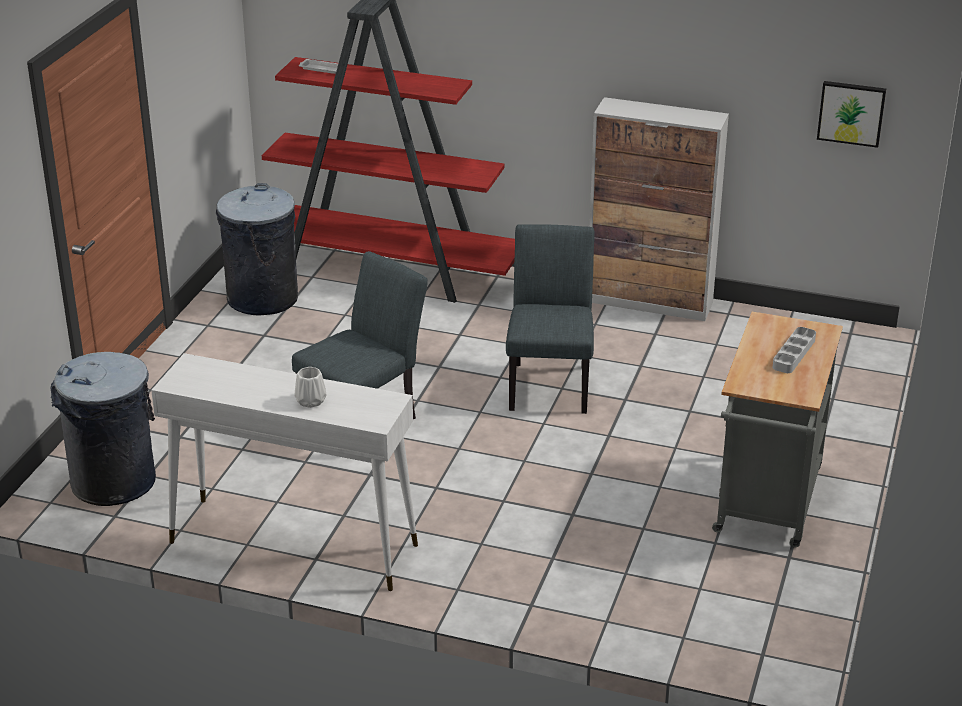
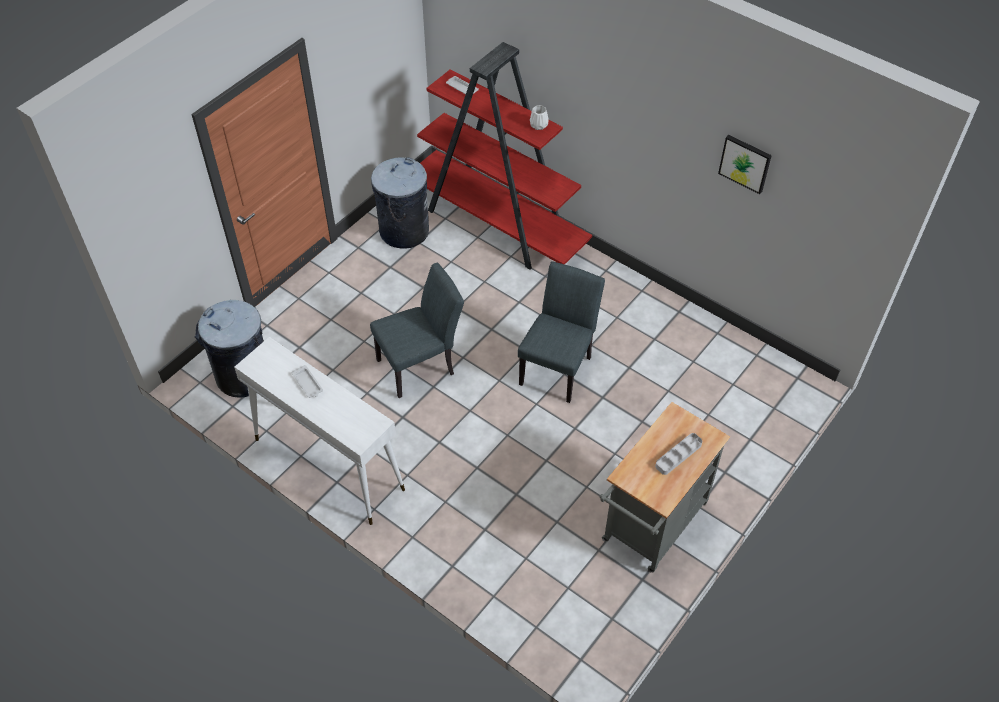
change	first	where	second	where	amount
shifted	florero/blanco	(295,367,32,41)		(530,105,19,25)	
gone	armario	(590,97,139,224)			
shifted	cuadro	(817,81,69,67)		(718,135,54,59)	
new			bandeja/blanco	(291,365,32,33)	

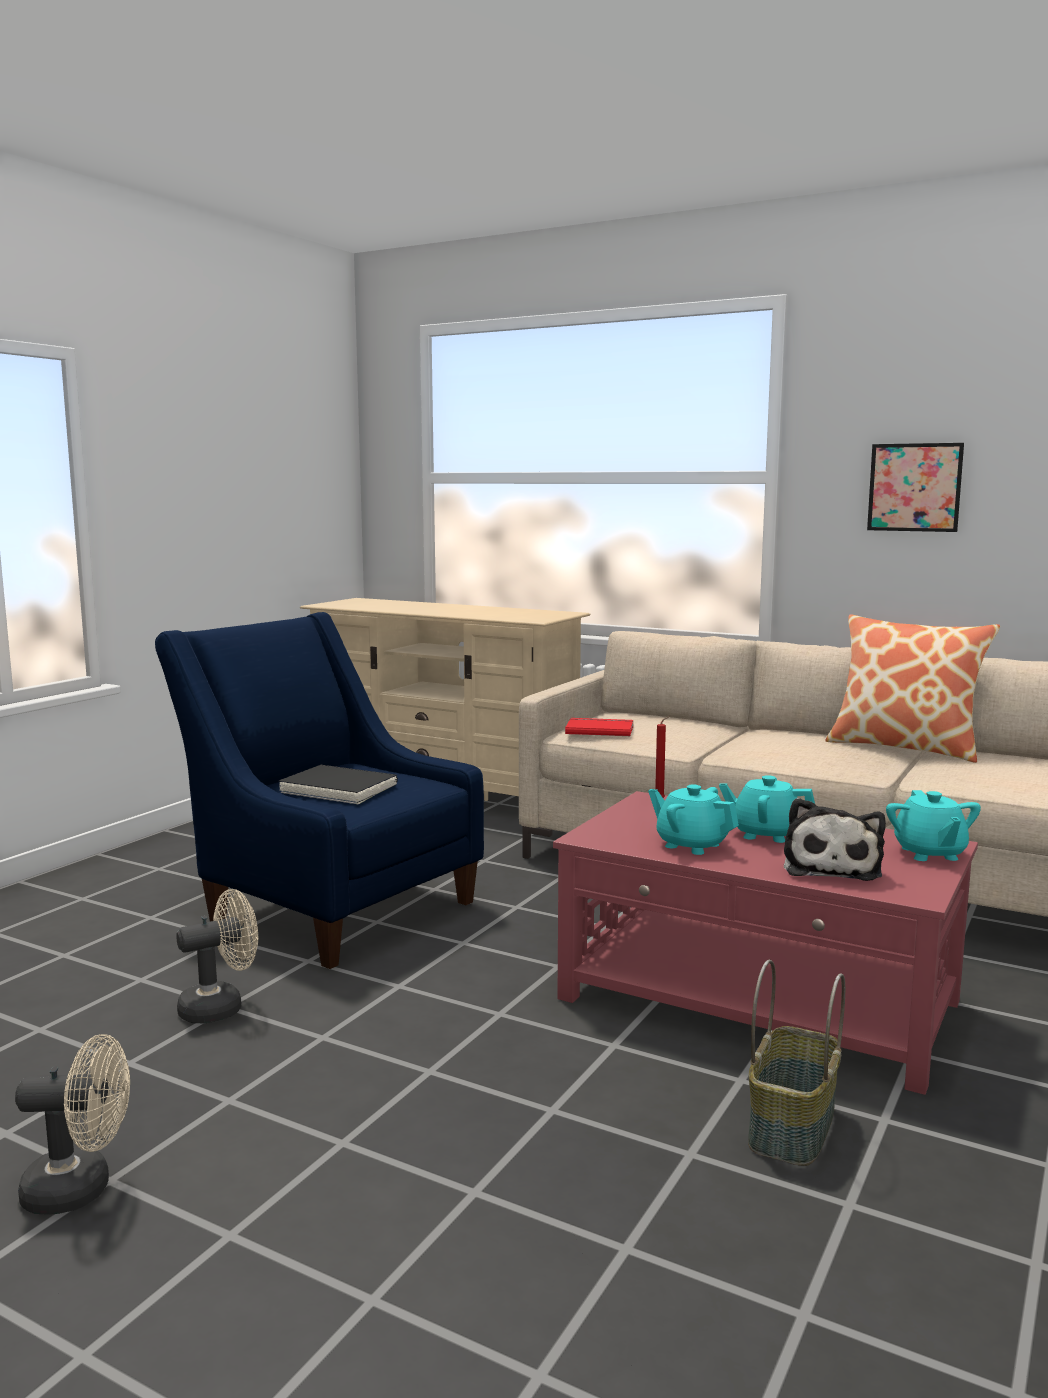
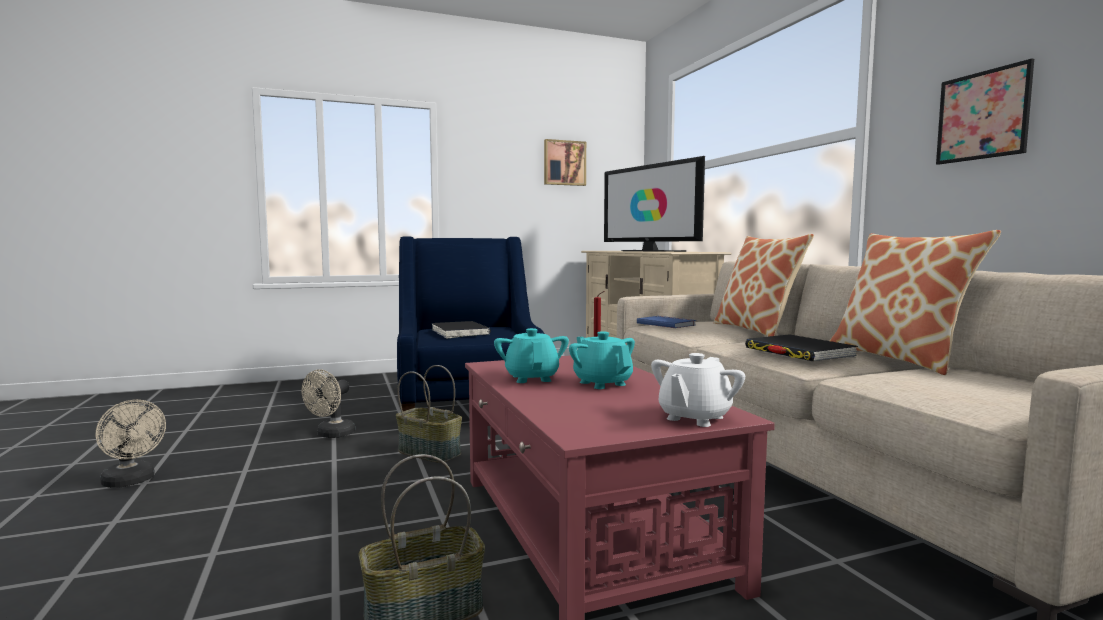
change	first	where	second	where	amount
rotated	ventilador/beis	(176,889,82,134)		(302,370,53,68)	105 degrees clockwise
repainted	libro/rojo	(565,718,68,18)	libro/azul	(637,316,59,12)	
gone	peluche	(784,798,102,83)			
repainted	tetera/turquesa	(886,790,95,71)	tetera/blanco	(651,353,94,74)	
new			cesta	(396,365,66,98)	
new			cuadro	(544,139,42,47)	
new			televisor	(604,156,101,96)	
new			cojín	(714,234,100,103)	
new			libro/negro	(745,334,113,27)	

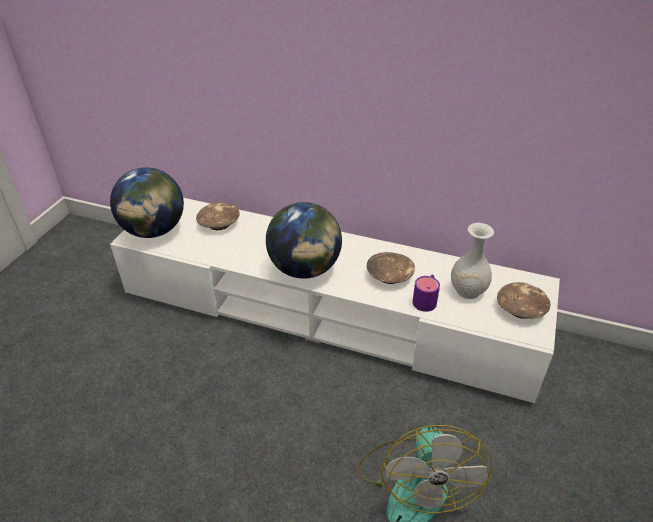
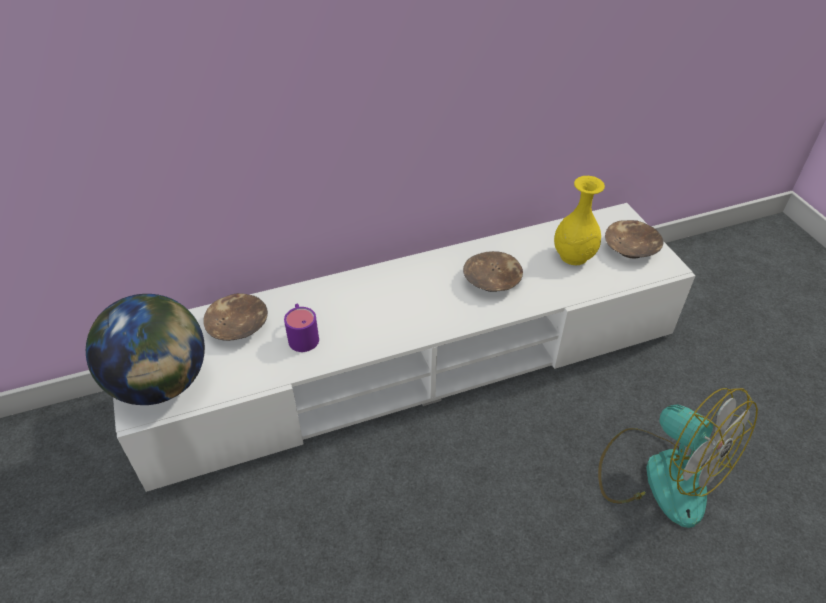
change	first	where	second	where	amount
gone	globo terráqueo	(266,202,76,77)			
shifted	taza grande/morado	(413,275,27,37)		(284,304,35,48)	
repainted	florero/blanco	(451,223,43,76)	florero/amarillo	(554,176,51,89)	

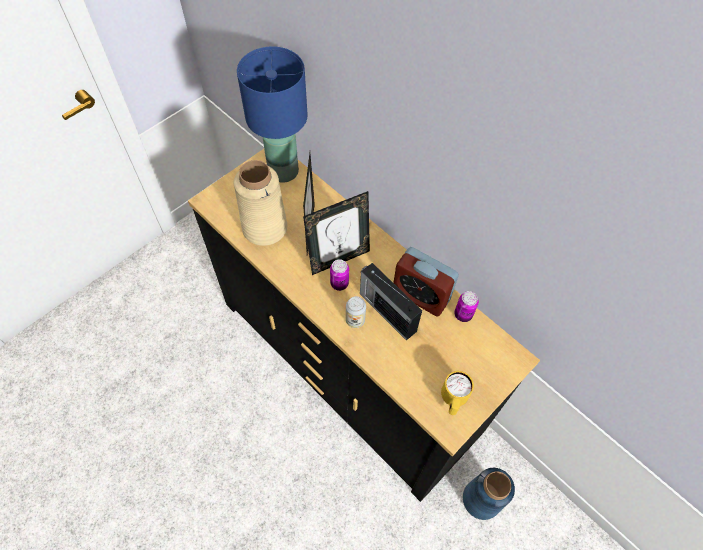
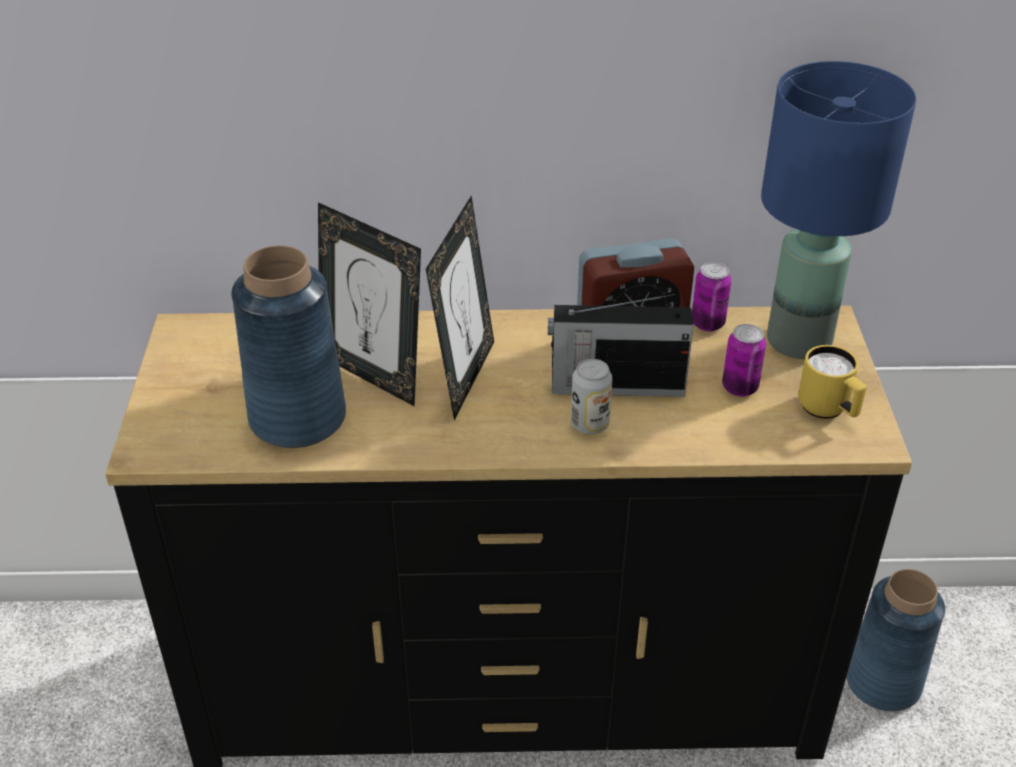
change	first	where	second	where	amount
repainted	florero/beis	(234,160,53,86)	florero/azul	(231,245,115,203)	
shifted	lámpara de mesa/azul	(237,46,71,137)		(761,61,155,298)	
shifted	lata	(330,259,19,32)		(722,324,44,73)	

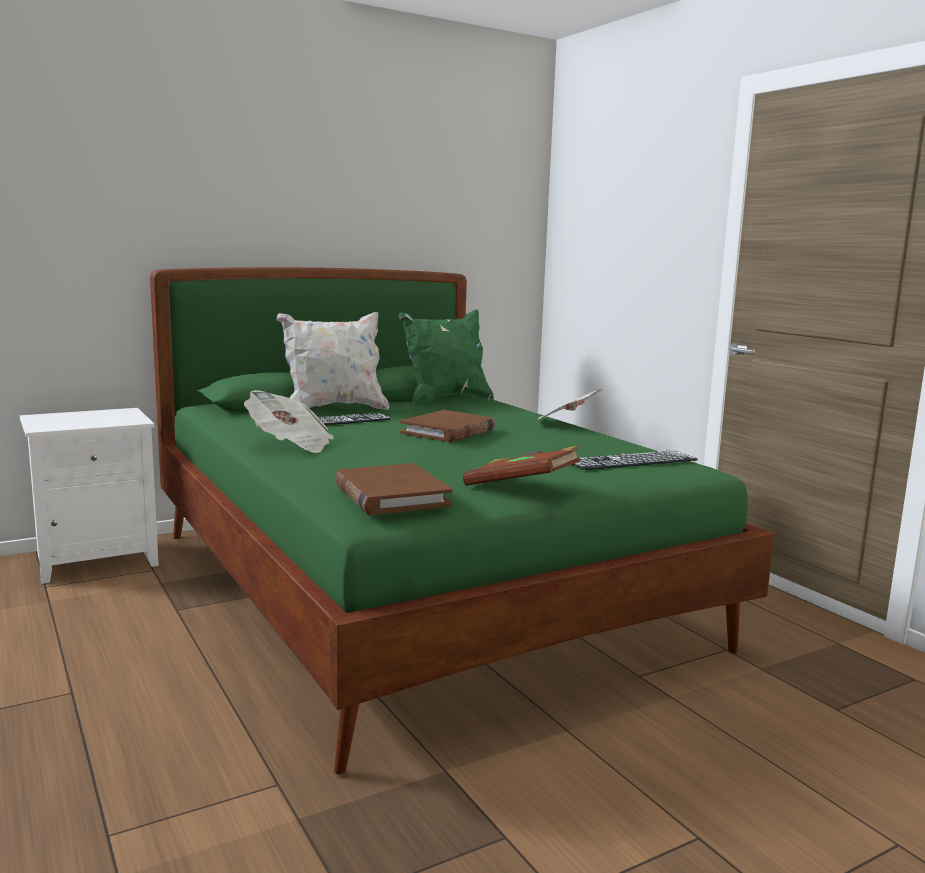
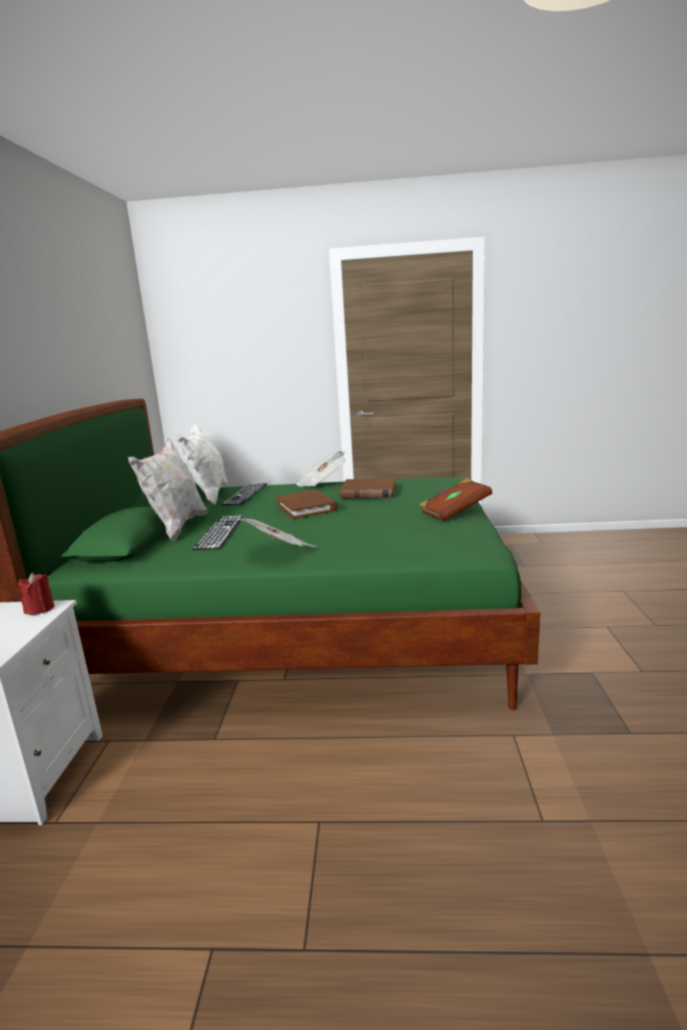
change	first	where	second	where	amount
shifted	libro/marrón	(335,463,118,52)		(340,478,56,20)	
repainted	cojín/verde	(398,310,96,96)	cojín/blanco	(177,423,51,82)	
shifted	teclado	(572,449,126,21)		(221,483,47,22)	
new			vela/rojo	(18,573,36,42)	

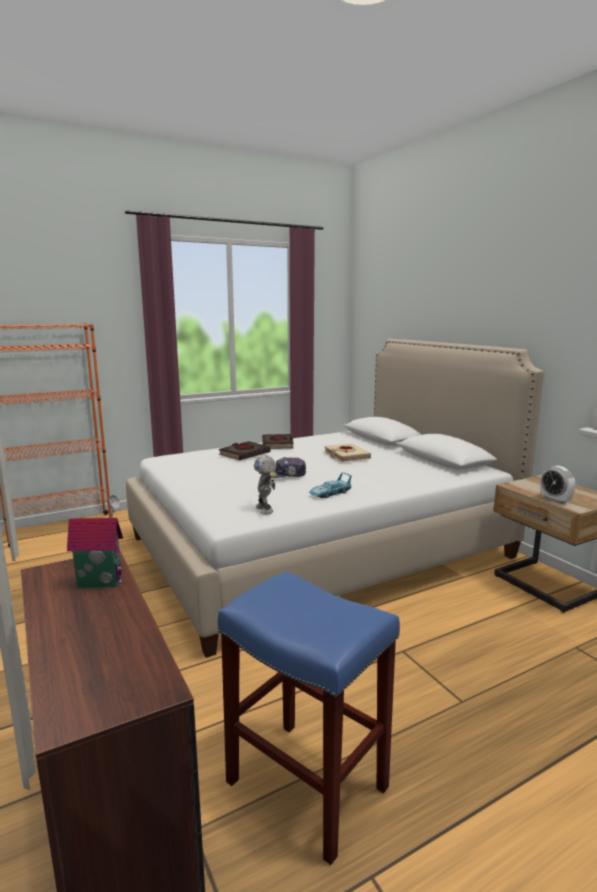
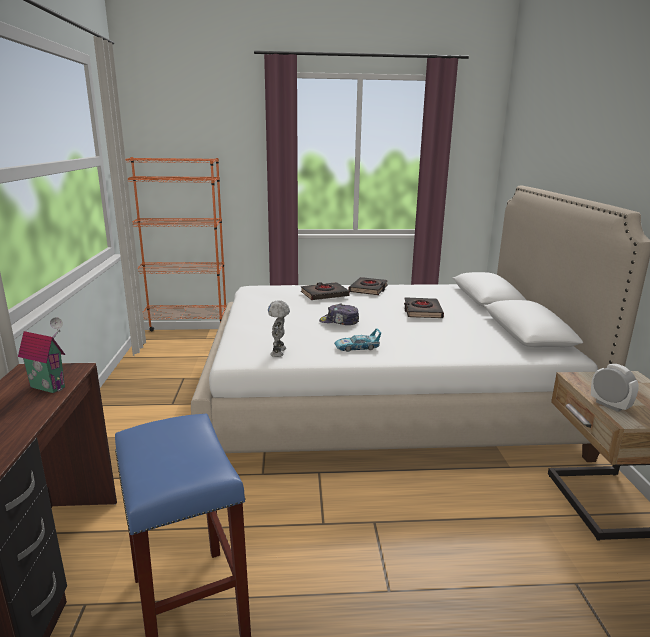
change	first	where	second	where	amount
repainted	libro/beis	(324,444,47,18)	libro/negro	(404,297,40,21)	
rotated	despertador	(540,466,36,38)		(591,364,48,48)	150 degrees clockwise

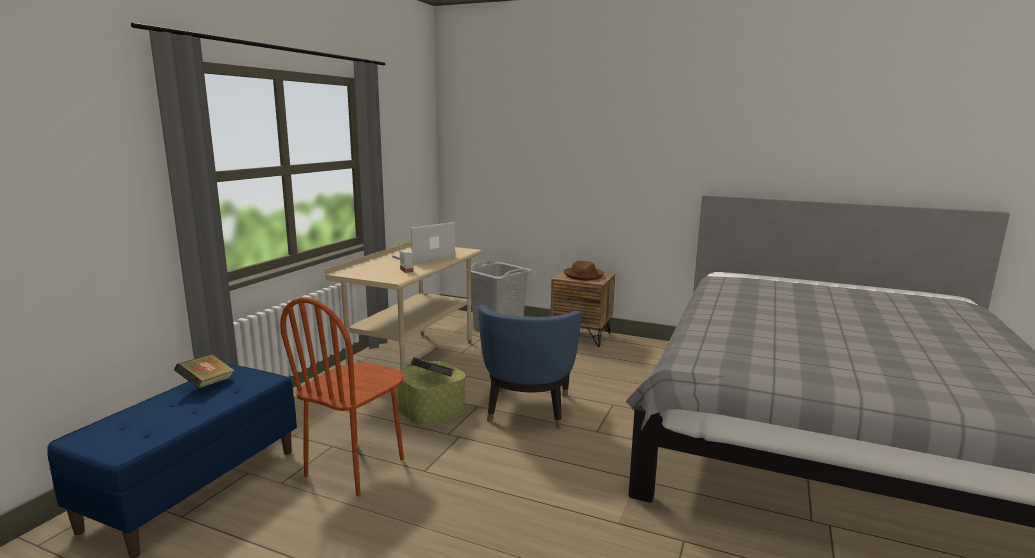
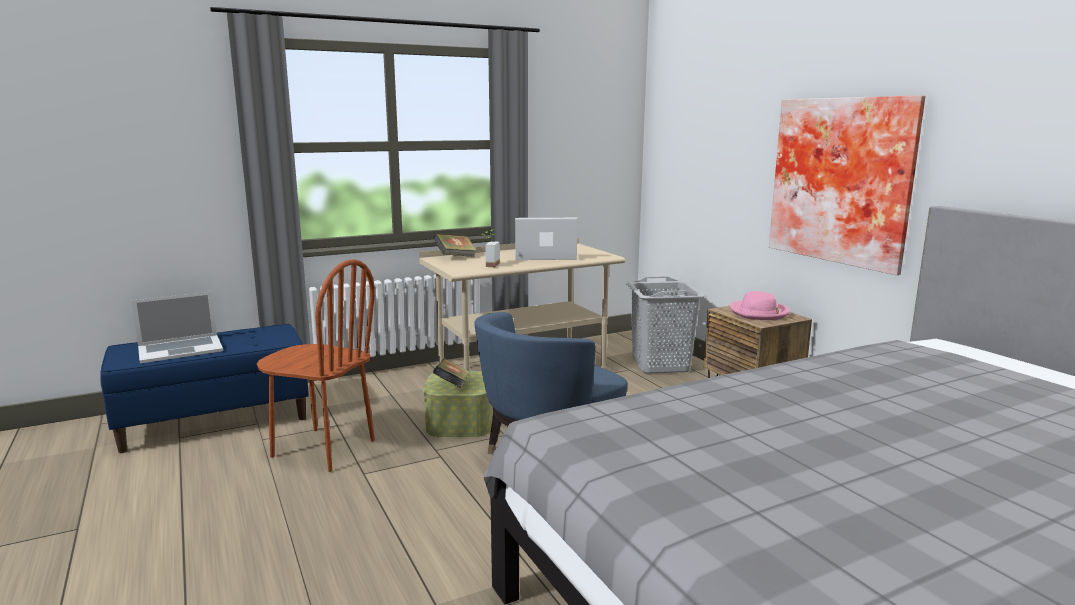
change	first	where	second	where	amount
shifted	libro	(174,354,61,34)		(433,234,44,23)	
rotated	silla/marrón	(280,297,124,199)		(257,259,118,213)	135 degrees counterclockwise
repainted	sombrero/marrón	(564,261,40,20)	sombrero/rosa	(730,291,60,29)	
new			portátil	(131,292,92,72)	
new			cuadro	(769,95,156,180)	

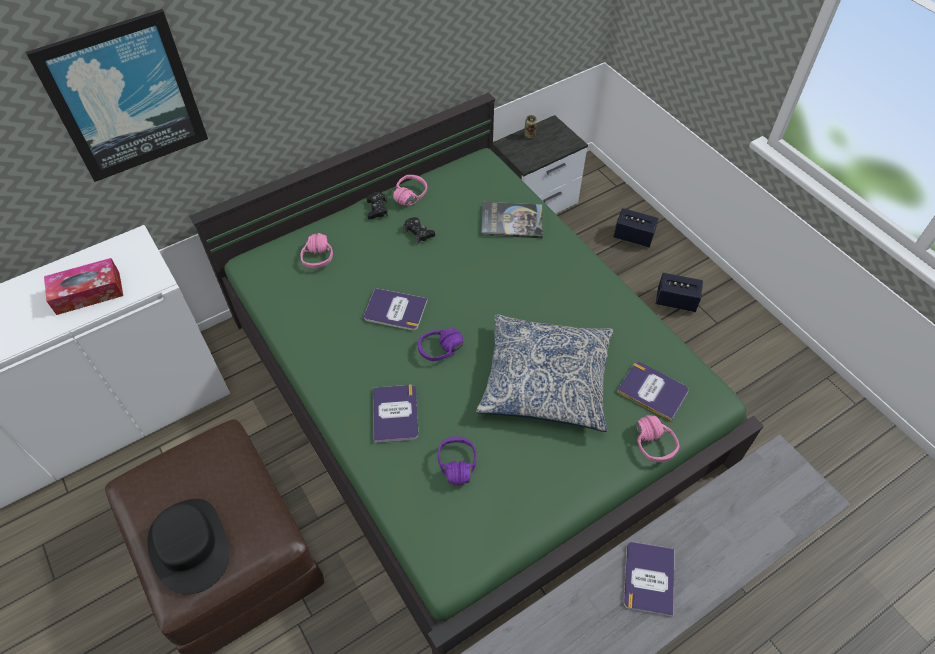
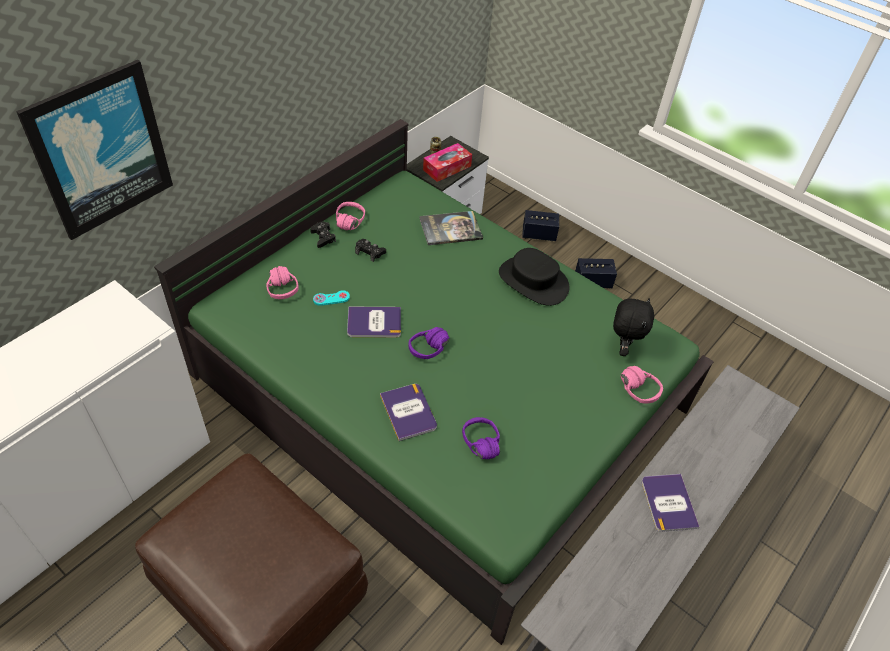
change	first	where	second	where	amount
shifted	caja de pañuelos	(44,258,79,57)		(423,143,49,39)	
shifted	sombrero/negro	(147,499,82,96)		(499,248,71,58)	
gone	cojín	(476,314,137,118)			
swapped	libro	(617,362,72,59)	peluche/negro	(613,298,41,58)	
new			mando de consola/turquesa	(313,290,37,16)	

